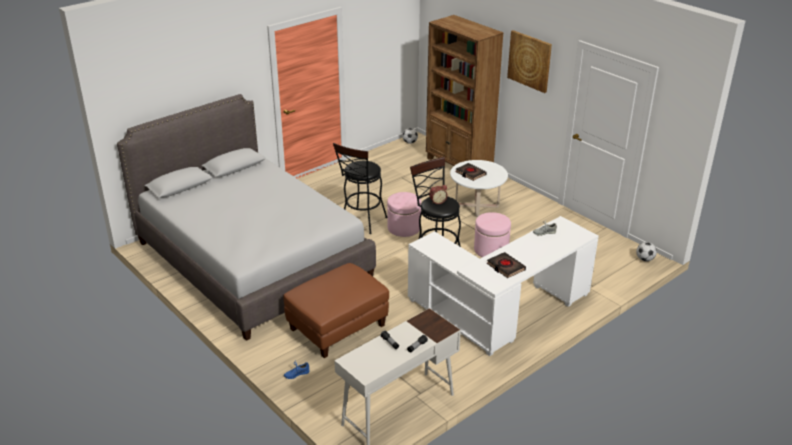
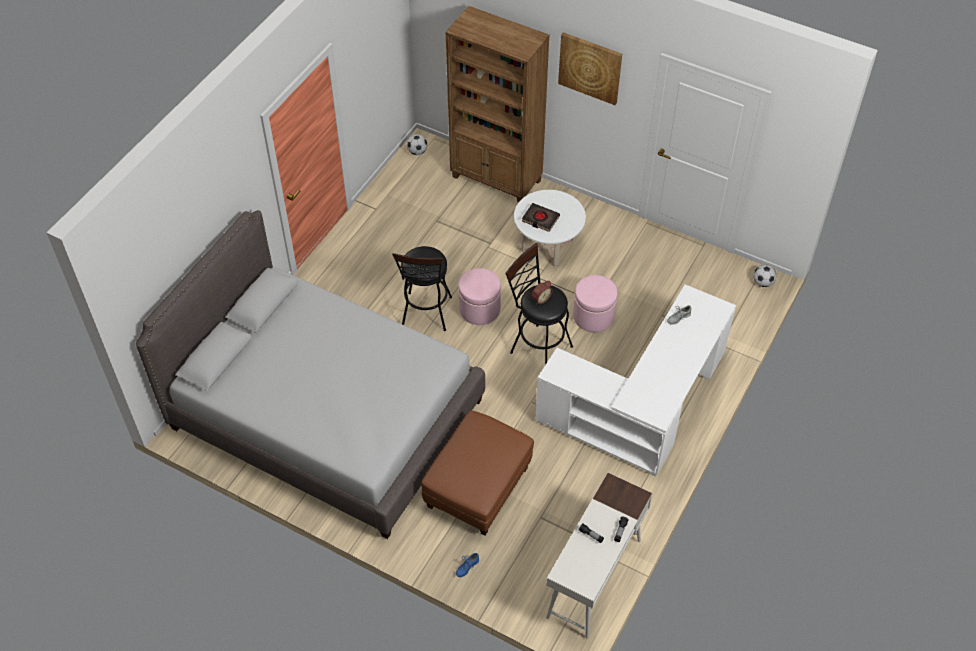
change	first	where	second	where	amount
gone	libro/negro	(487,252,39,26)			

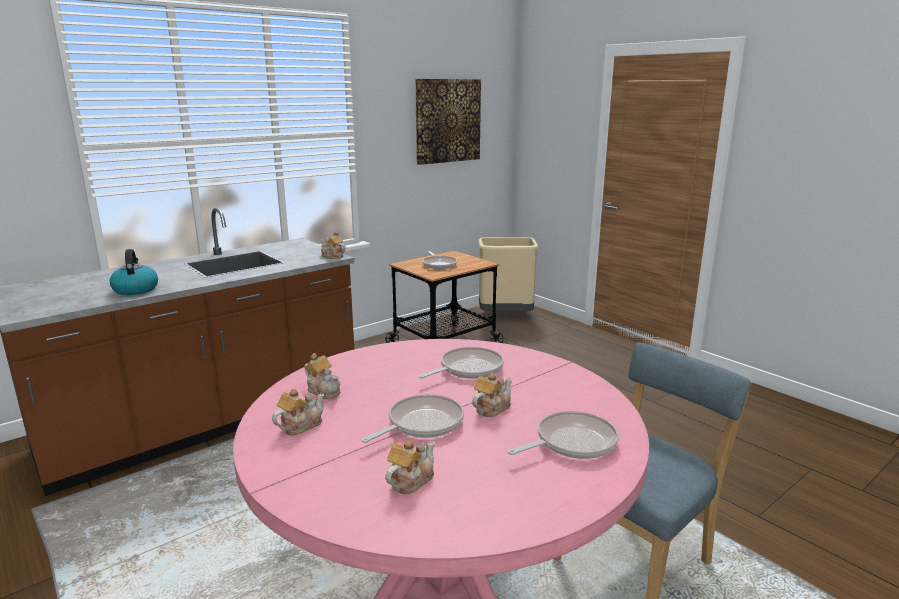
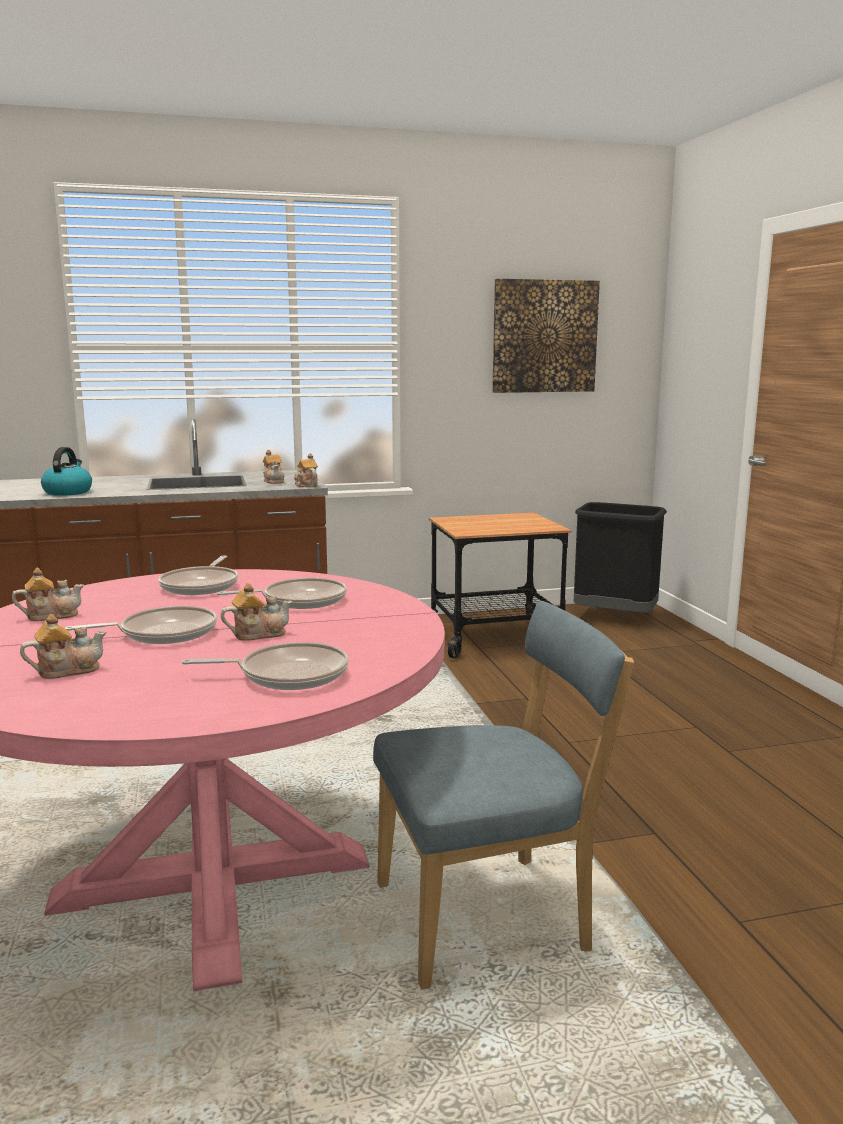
change	first	where	second	where	amount
shifted	tetera	(304,353,37,46)		(263,450,21,34)	
shifted	sartén	(422,251,35,18)		(158,555,80,40)	
repainted	papelera/beis	(478,237,60,74)	papelera/negro	(574,502,93,110)	

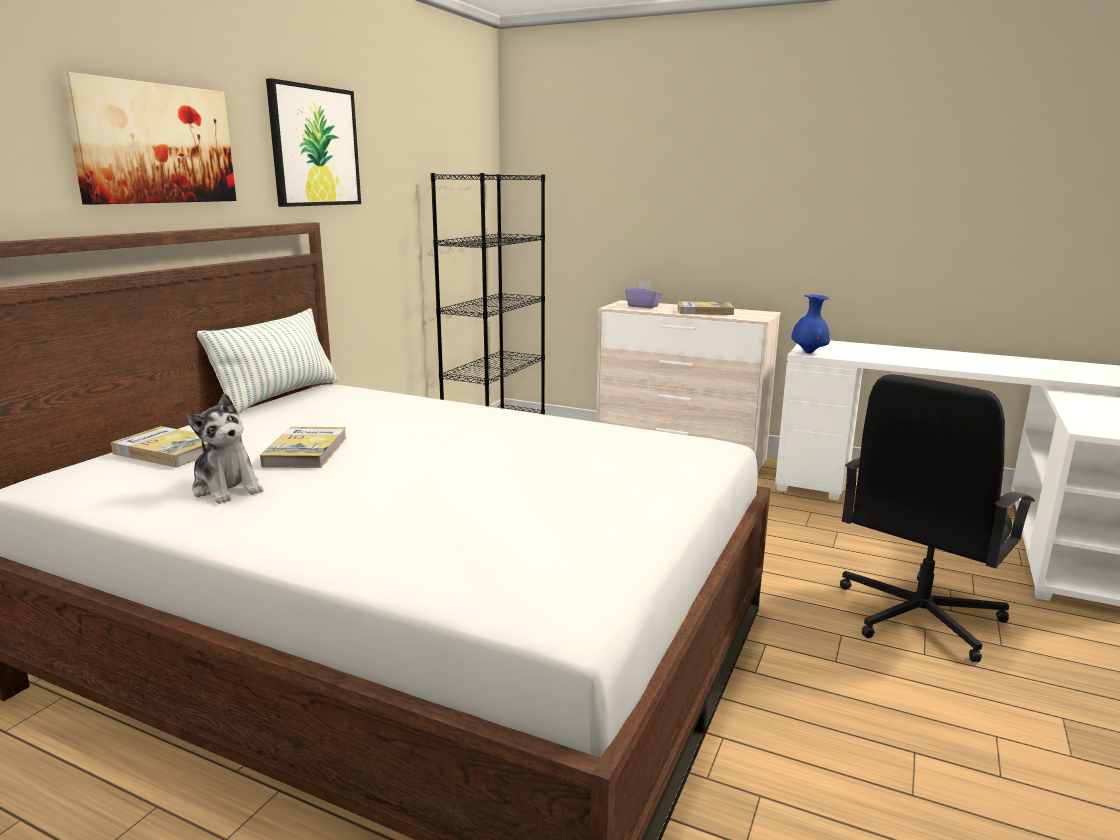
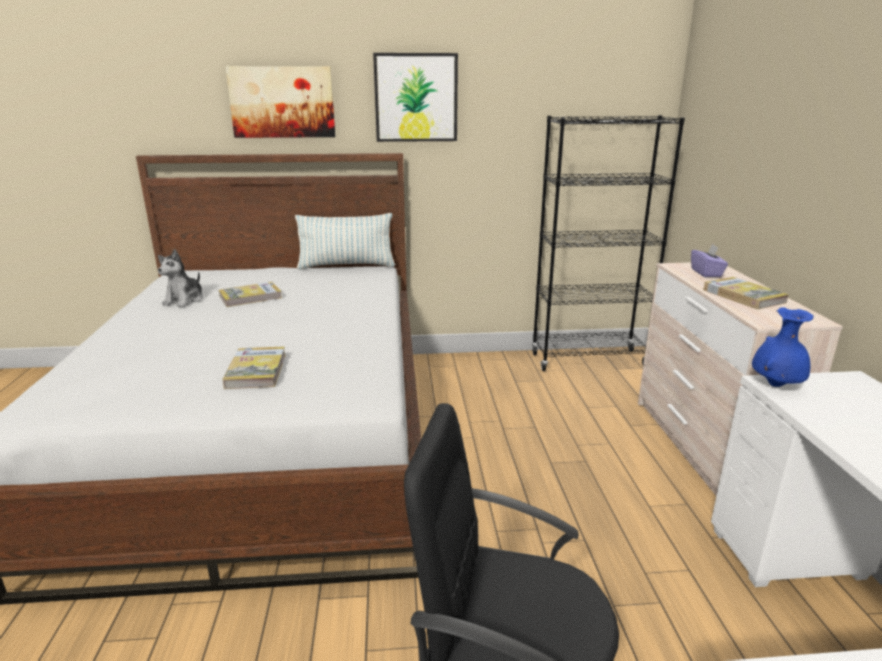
change	first	where	second	where	amount
shifted	libro	(111,426,97,42)		(222,346,64,43)	

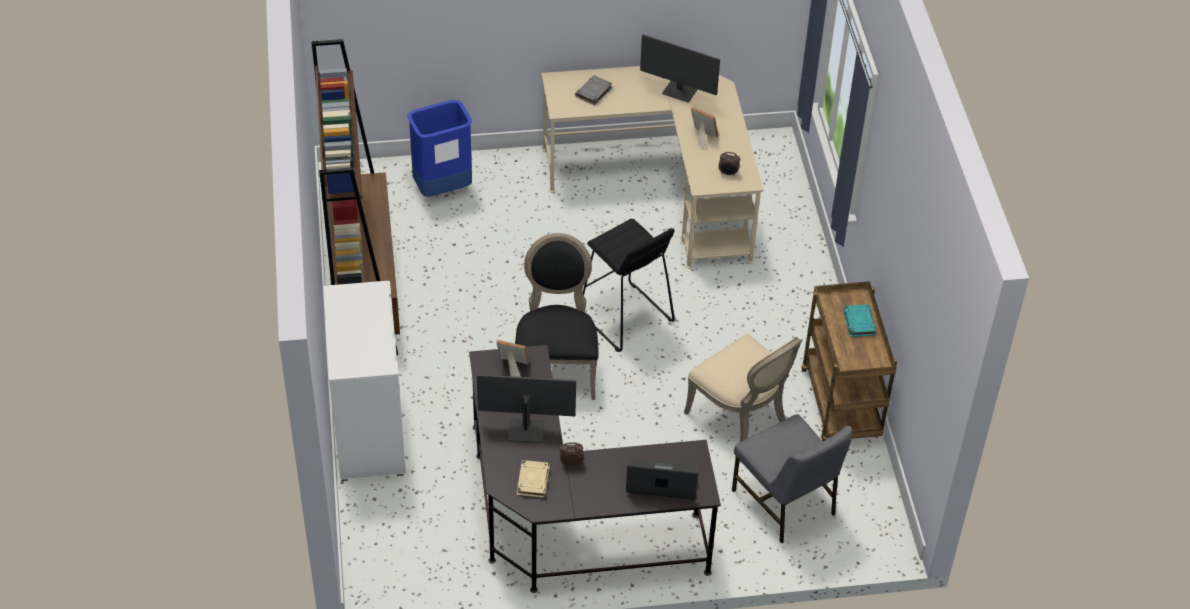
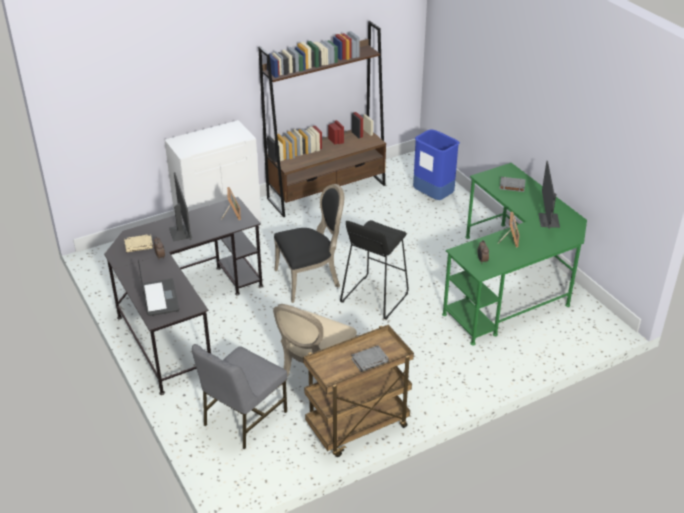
change	first	where	second	where	amount
repainted	escritorio/beis	(541,66,223,203)	escritorio/verde	(442,163,145,182)	
repainted	libro/turquesa	(844,304,32,33)	libro/gris	(351,345,38,27)	

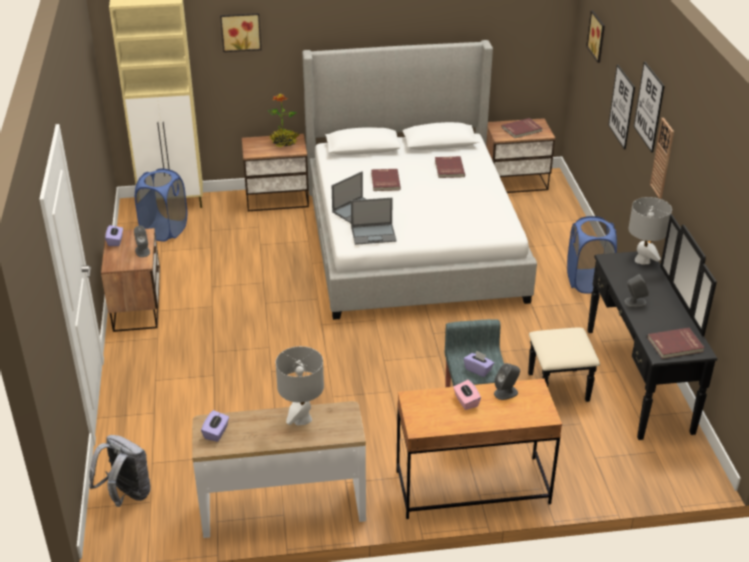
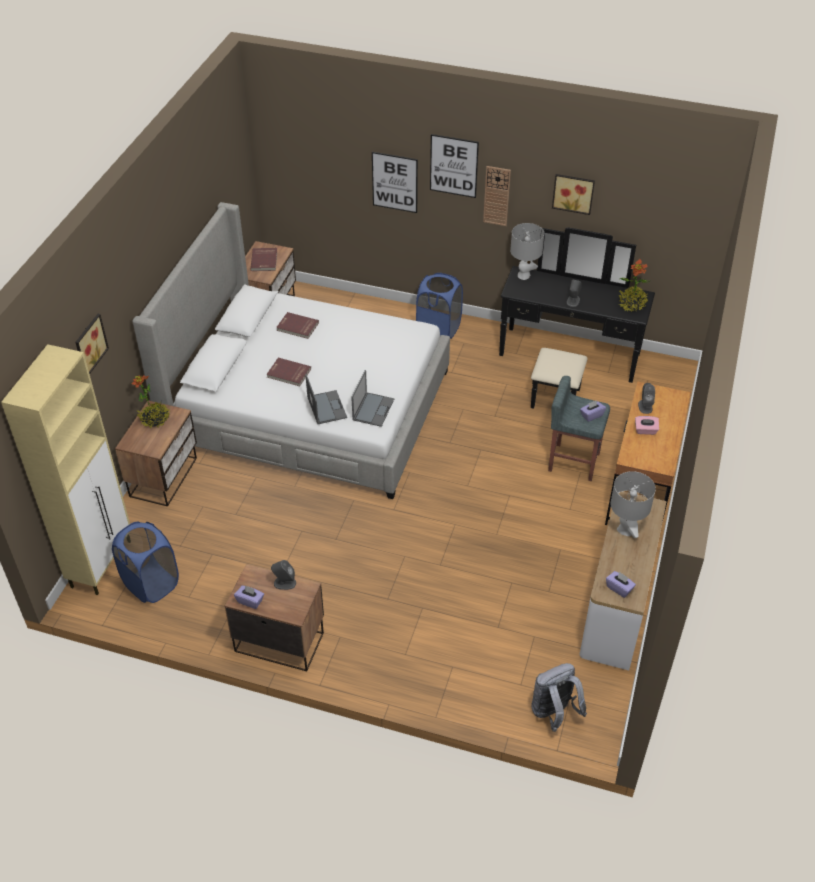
change	first	where	second	where	amount
shifted	cuadro	(586,10,19,53)		(552,174,43,41)	
swapped	libro/rojo	(647,328,58,31)	planta en maceta	(619,259,30,53)	

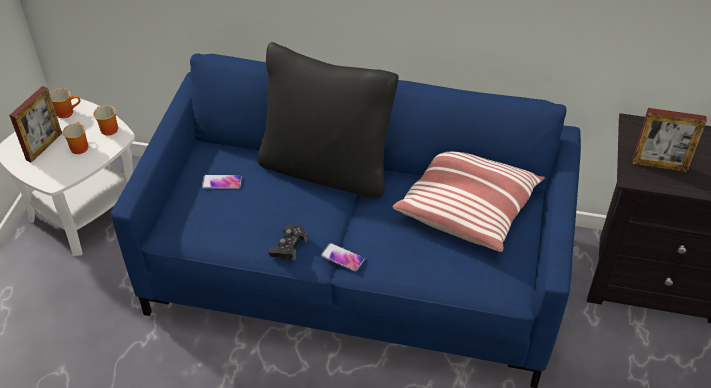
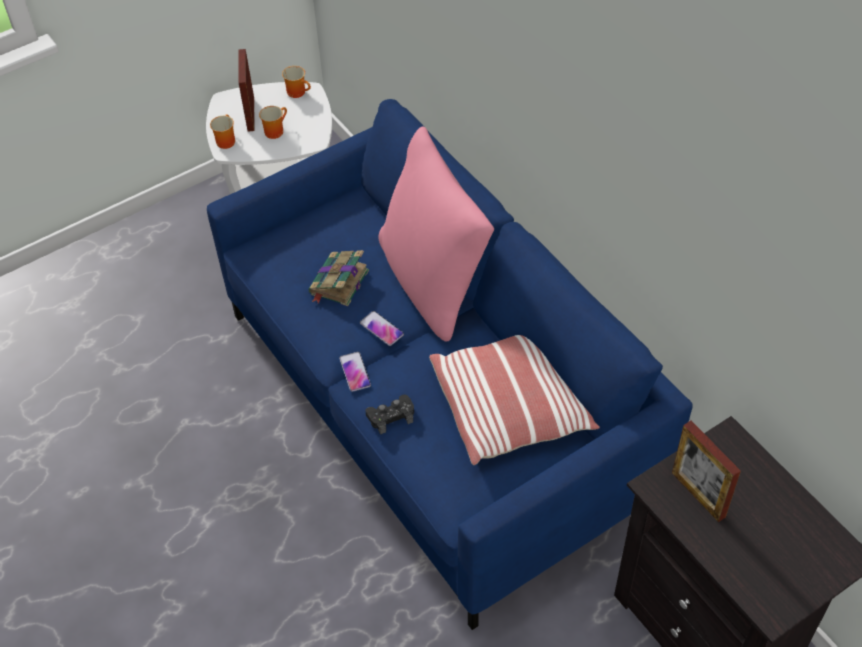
change	first	where	second	where	amount
rotated	portarretratos	(9,86,53,77)		(239,49,16,82)	105 degrees clockwise
shifted	taza grande	(93,105,25,31)		(210,114,25,35)	
shifted	móvil	(202,175,40,14)		(360,311,44,35)	
repainted	cojín/negro	(257,42,141,156)	cojín/rosa	(378,126,116,216)	
shifted	mando de consola/negro	(269,224,39,37)		(365,395,49,40)	
new			libro	(308,250,61,56)	

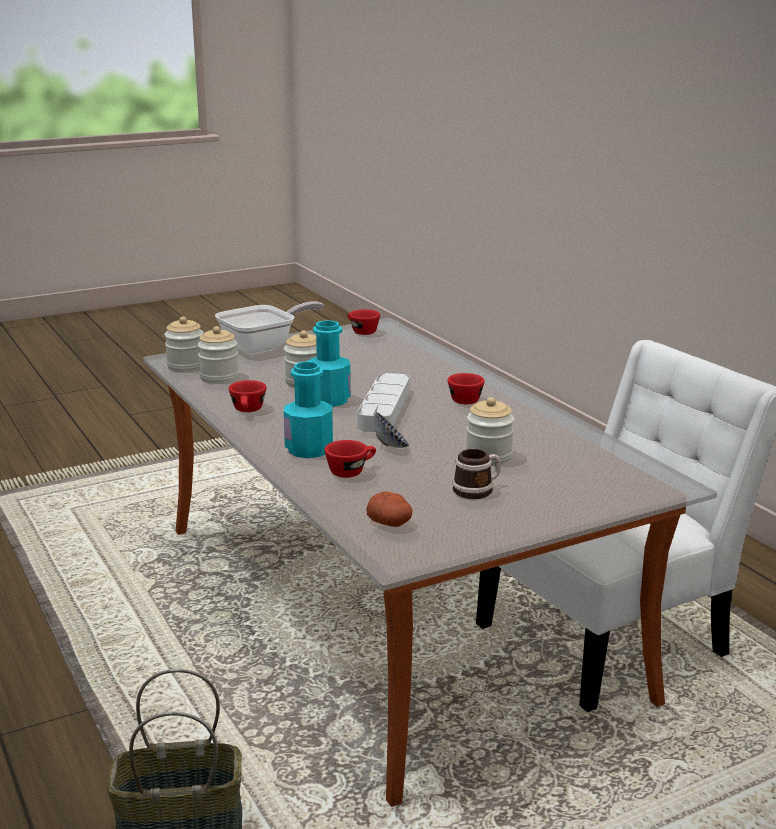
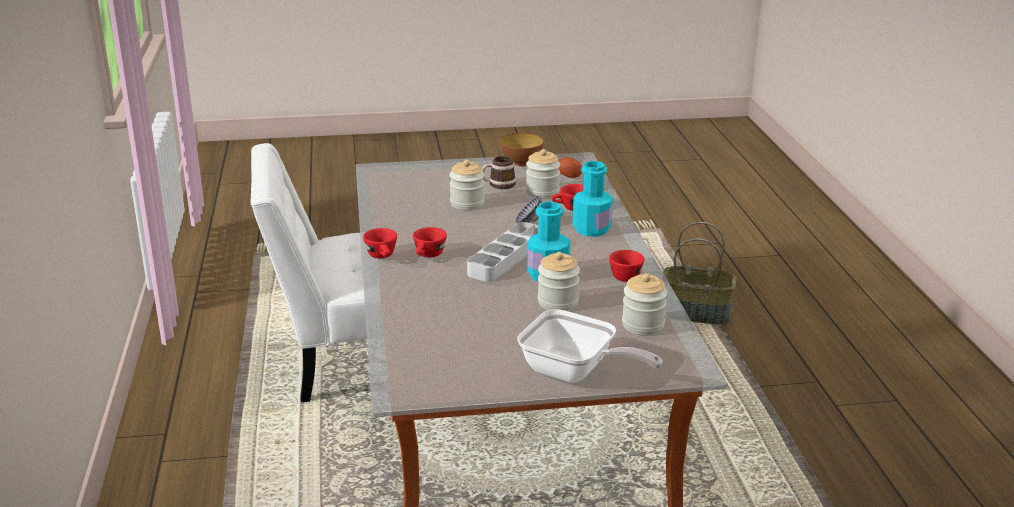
change	first	where	second	where	amount
shifted	tarro	(164,317,40,55)		(526,149,34,49)	
rotated	sartén	(215,301,109,53)		(517,309,146,74)	135 degrees counterclockwise
shifted	taza/rojo	(347,309,33,26)		(363,228,34,30)	
new			cuenco	(500,133,44,33)	

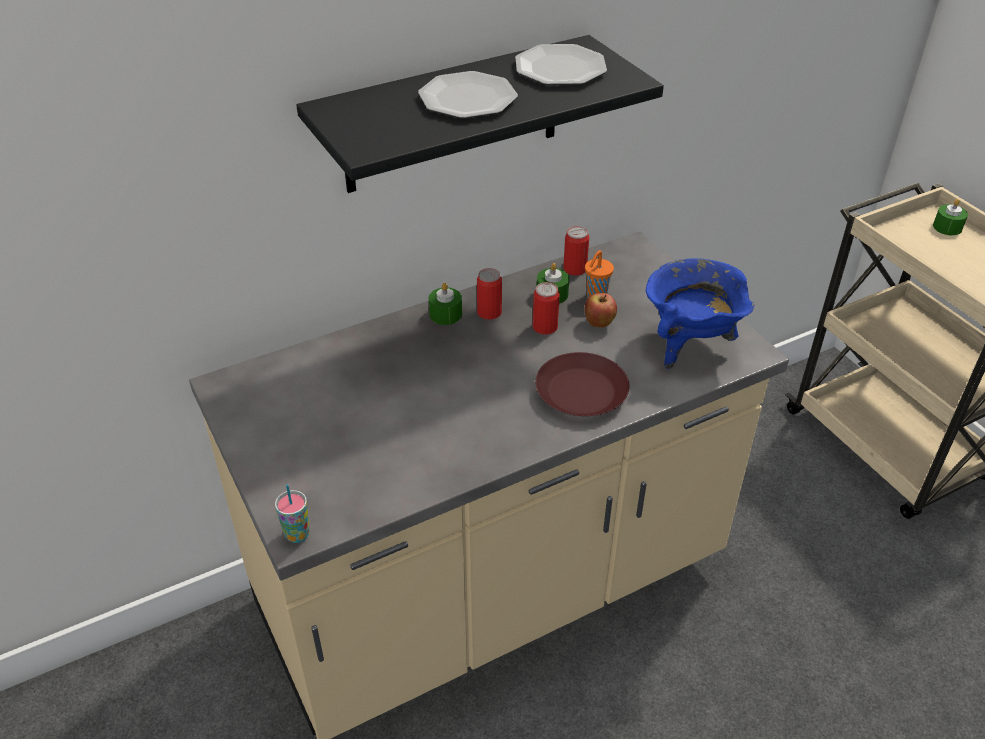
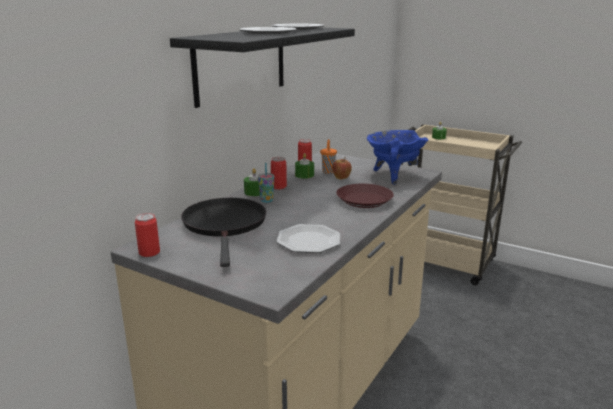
change	first	where	second	where	amount
shifted	taza	(275,484,35,59)		(258,163,16,40)	
shifted	lata	(532,282,28,53)		(135,213,25,44)	
new			sartén/negro	(181,198,85,69)	
new			plato	(276,224,64,29)	

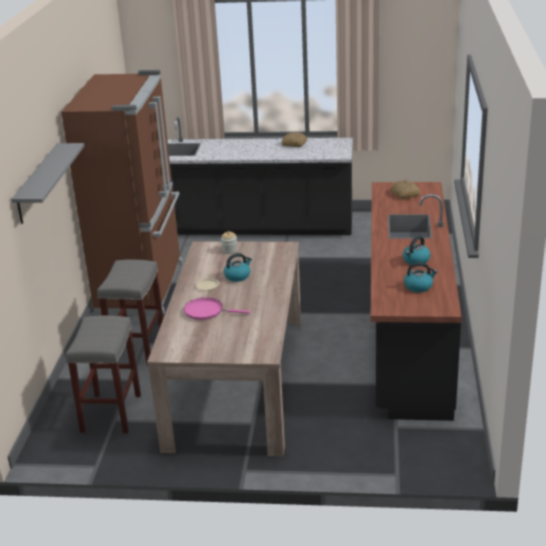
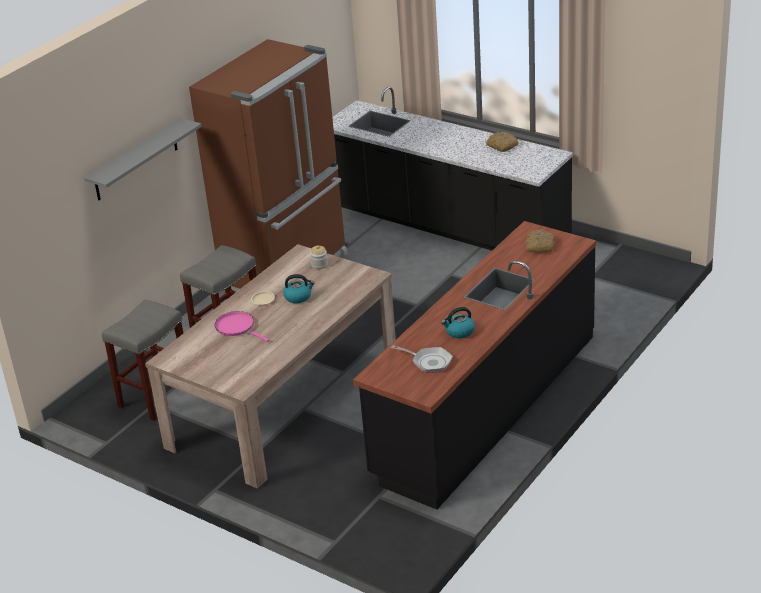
change	first	where	second	where	amount
swapped	hervidor	(404,262,33,30)	sartén	(391,345,62,28)	

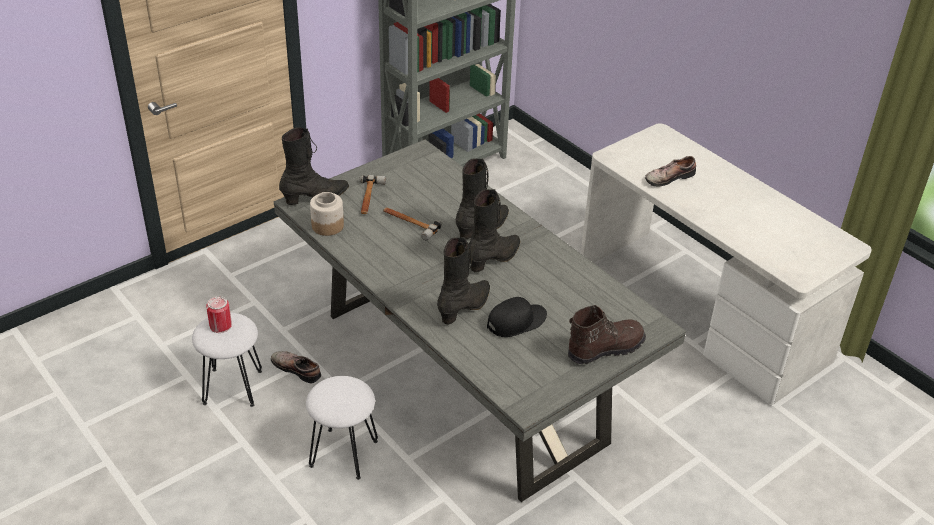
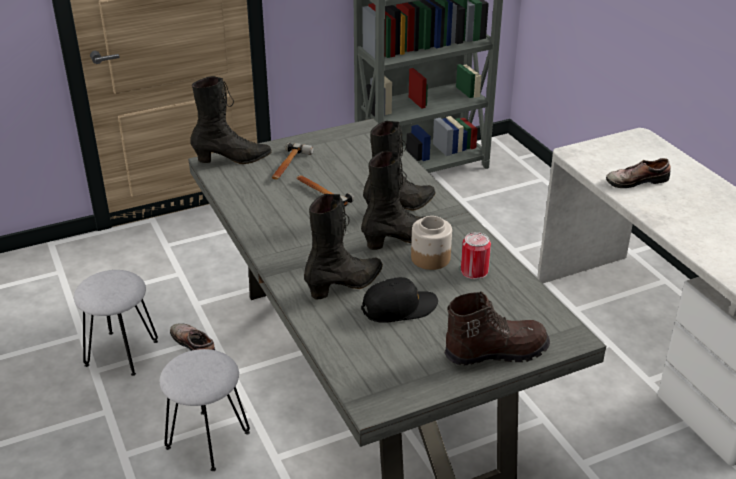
change	first	where	second	where	amount
shifted	lata	(206,296,26,37)		(461,232,30,47)	
shifted	tarro	(310,192,34,44)		(411,216,41,54)	

